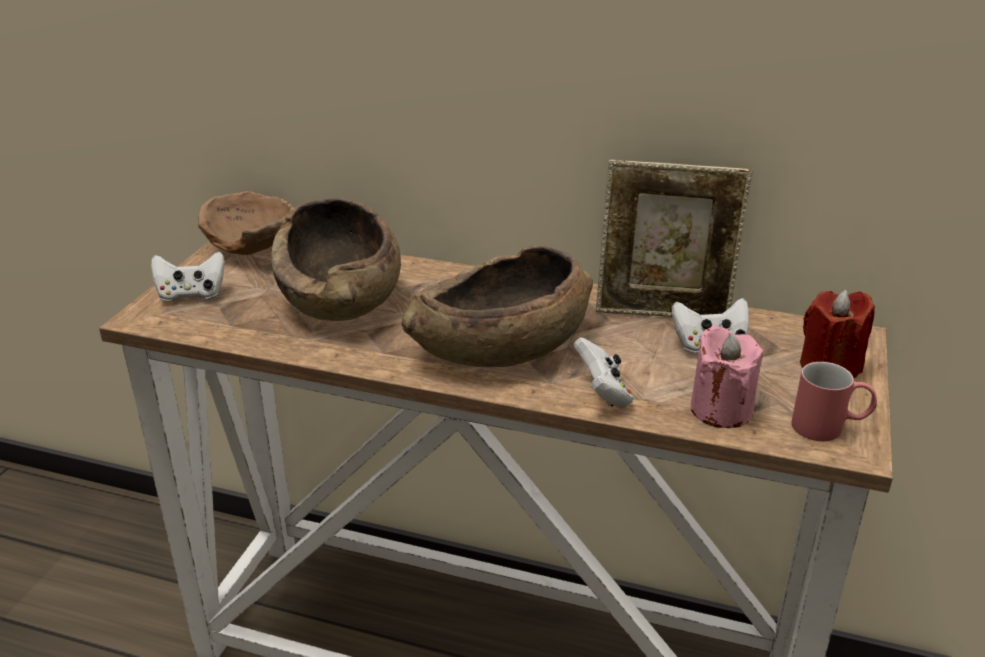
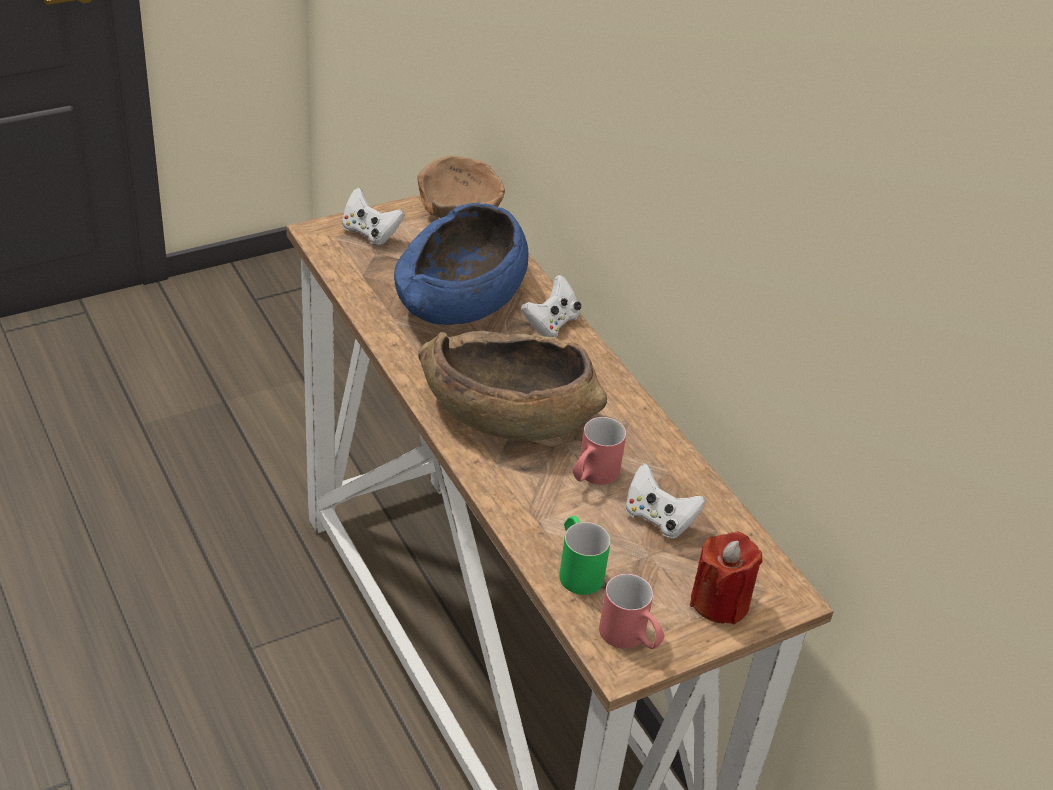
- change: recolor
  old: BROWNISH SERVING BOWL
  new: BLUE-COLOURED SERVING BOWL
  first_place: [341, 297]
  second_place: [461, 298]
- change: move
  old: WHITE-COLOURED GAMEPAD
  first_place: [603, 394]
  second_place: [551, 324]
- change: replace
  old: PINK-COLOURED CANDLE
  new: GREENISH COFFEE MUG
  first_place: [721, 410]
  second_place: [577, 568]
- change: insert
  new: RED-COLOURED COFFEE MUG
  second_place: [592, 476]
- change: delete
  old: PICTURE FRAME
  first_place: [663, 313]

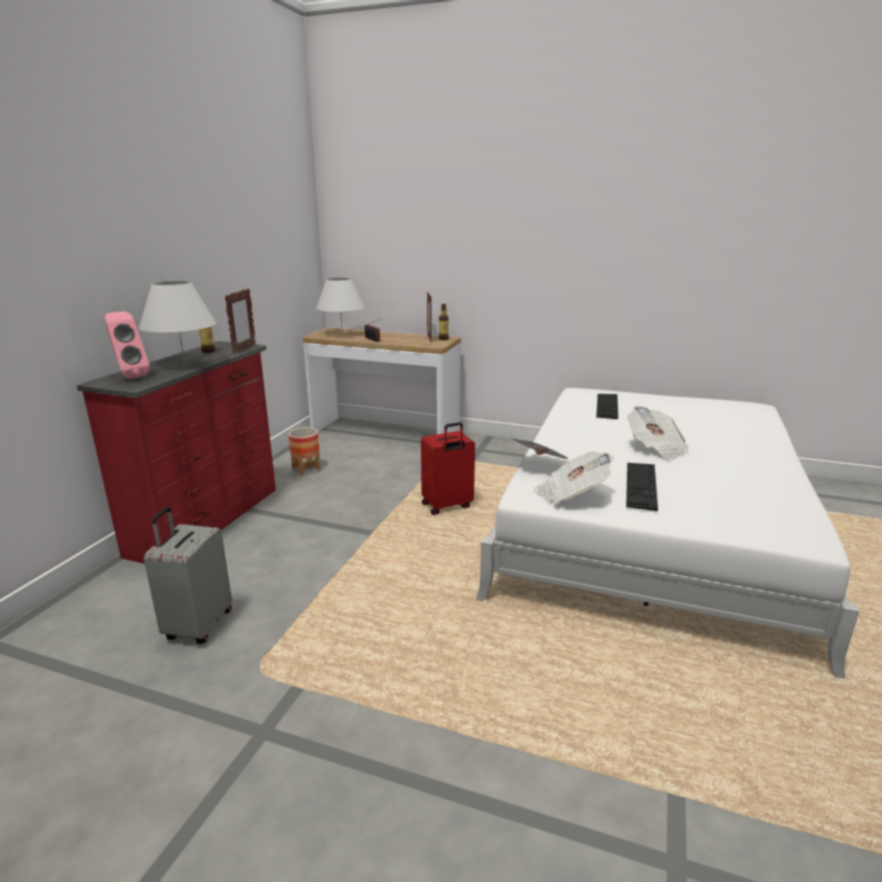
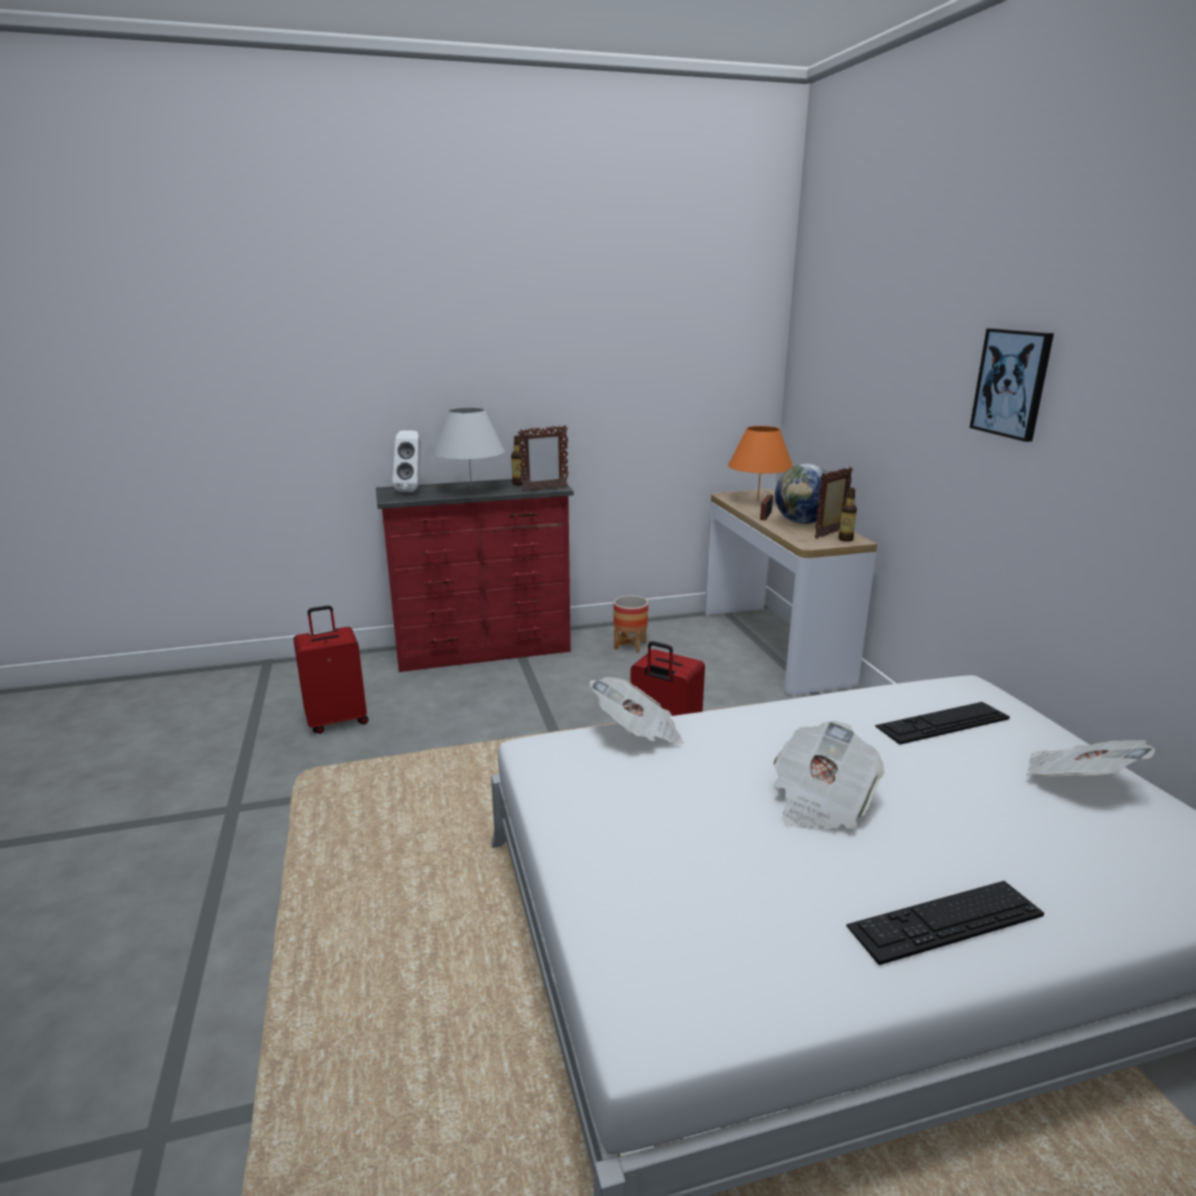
- change: recolor
  old: GRAY TRAVEL CASE
  new: RED-COLOURED TRAVEL CASE
  first_place: [198, 626]
  second_place: [337, 720]
- change: recolor
  old: PINK-COLOURED AUDIO SPEAKER
  new: WHITE-COLOURED AUDIO SPEAKER
  first_place: [129, 377]
  second_place: [412, 490]
- change: recolor
  old: WHITE-COLOURED TABLETOP LAMP
  new: ORANGEY TABLETOP LAMP
  first_place: [342, 334]
  second_place: [758, 500]
- change: insert
  new: DESK GLOBE
  second_place: [802, 522]
- change: move
  old: KEYBOARD
  first_place: [641, 485]
  second_place: [945, 920]
- change: insert
  new: PICTURE
  second_place: [1012, 383]
- change: move
  old: PRINTED PAPER
  first_place: [571, 494]
  second_place: [1077, 781]

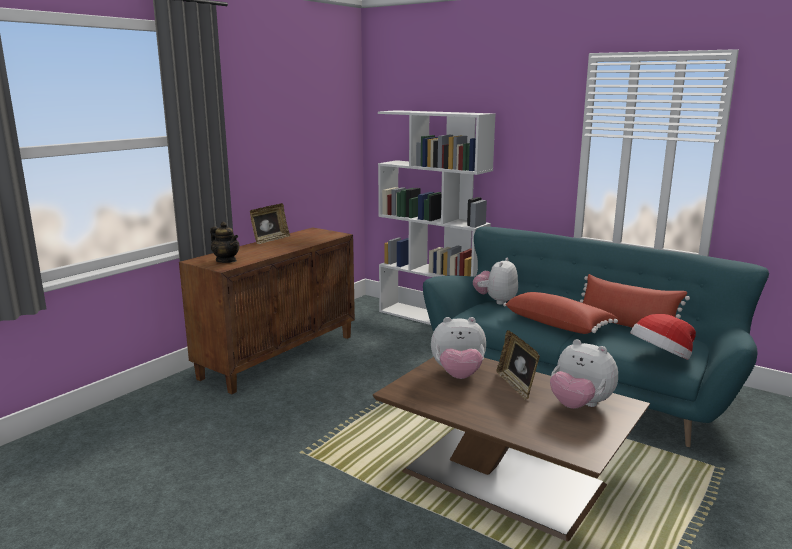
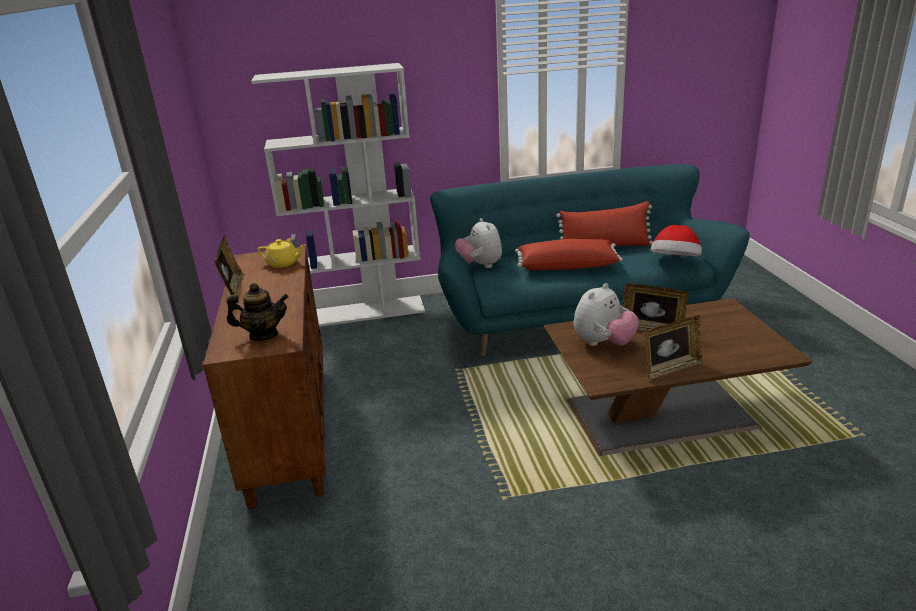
- change: insert
  new: YELLOWISH TEAPOT
  second_place: [283, 263]
- change: insert
  new: PICTURE FRAME
  second_place: [670, 368]
- change: delete
  old: CUDDLY TOY
  first_place: [580, 405]

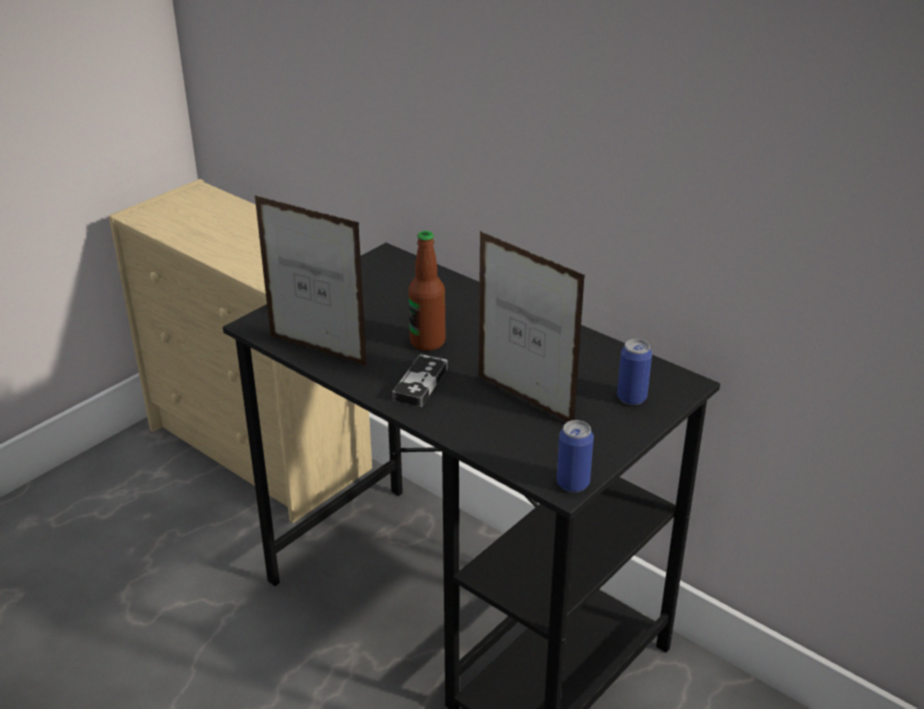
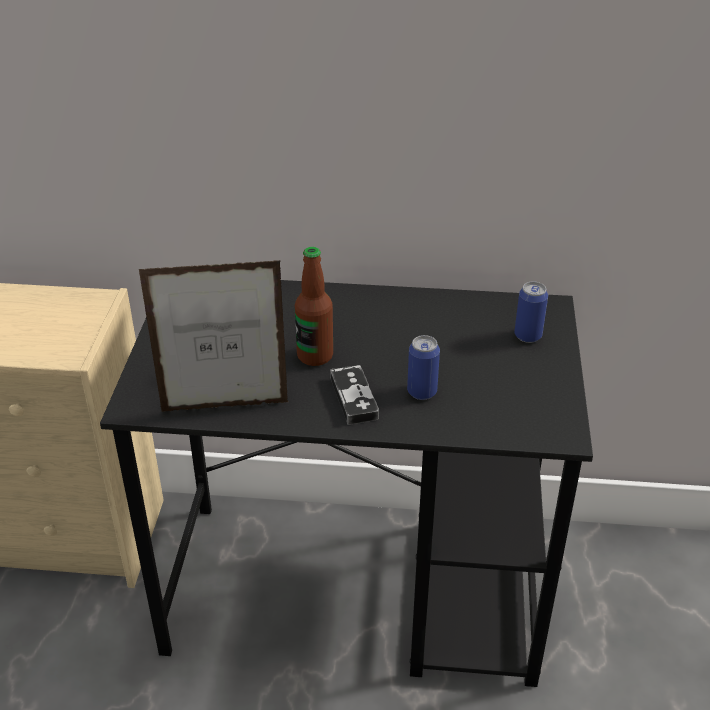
- change: move
  old: CAN
  first_place: [573, 483]
  second_place: [422, 392]
- change: delete
  old: PICTURE FRAME
  first_place: [525, 400]

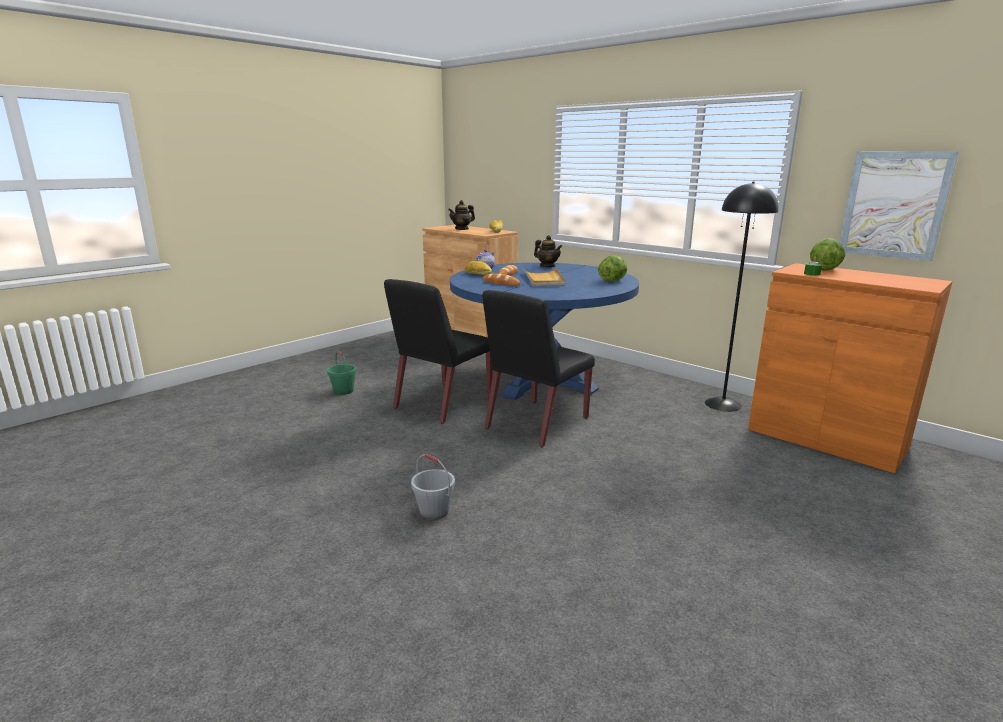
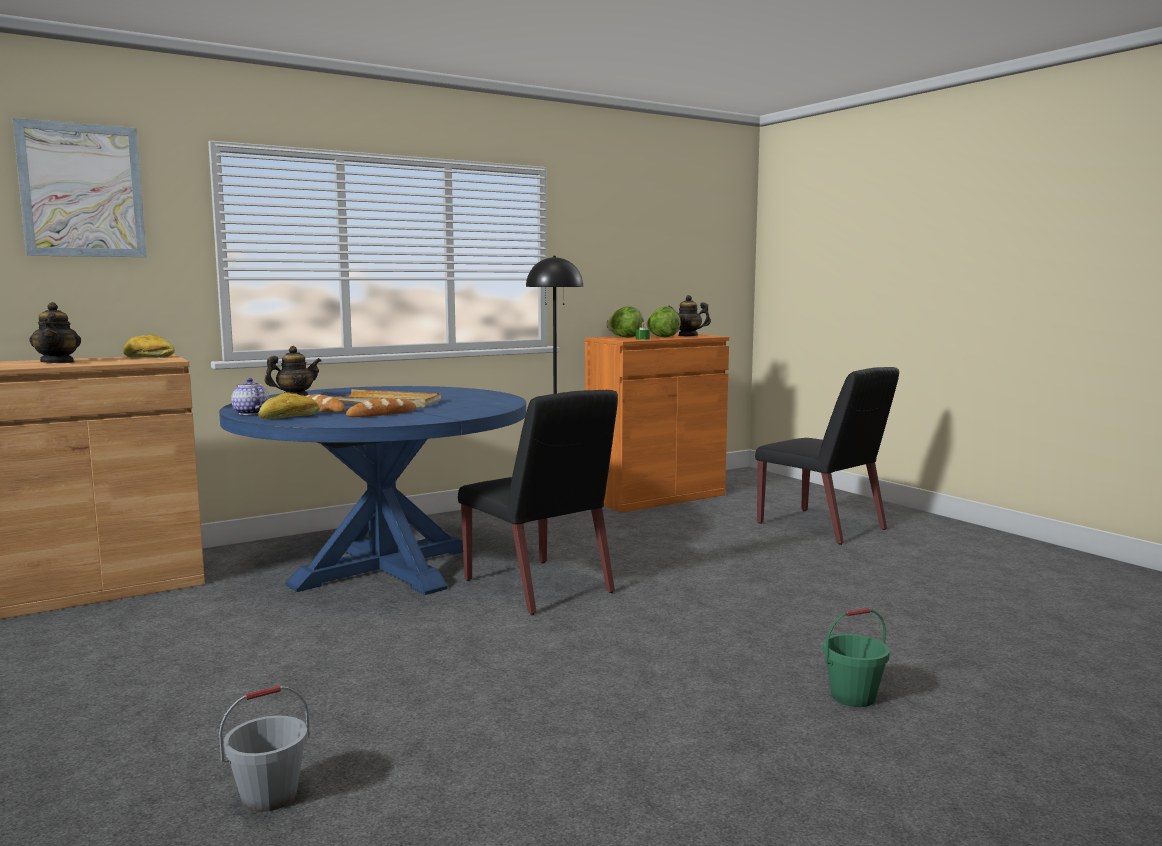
- change: move
  old: PICTURE
  first_place: [894, 205]
  second_place: [82, 190]
- change: move
  old: GRAY WATER BUCKET
  first_place: [434, 511]
  second_place: [269, 796]
- change: move
  old: HEAD OF LETTUCE
  first_place: [612, 281]
  second_place: [662, 337]
- change: insert
  new: TEAPOT
  second_place: [688, 335]
- change: move
  old: BLACKISH UPRIGHT CHAIR
  first_place: [442, 403]
  second_place: [822, 526]
- change: move
  old: GREENISH WATER BUCKET
  first_place: [343, 391]
  second_place: [853, 697]

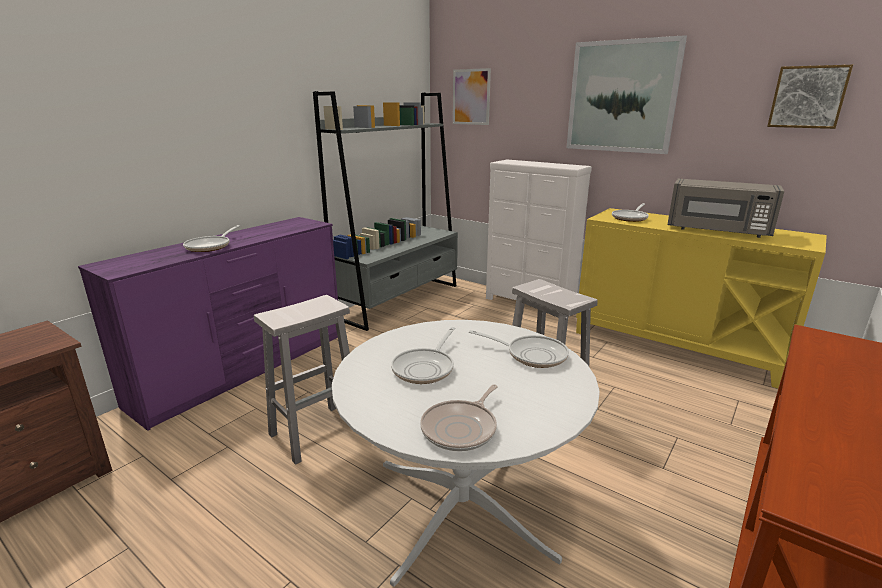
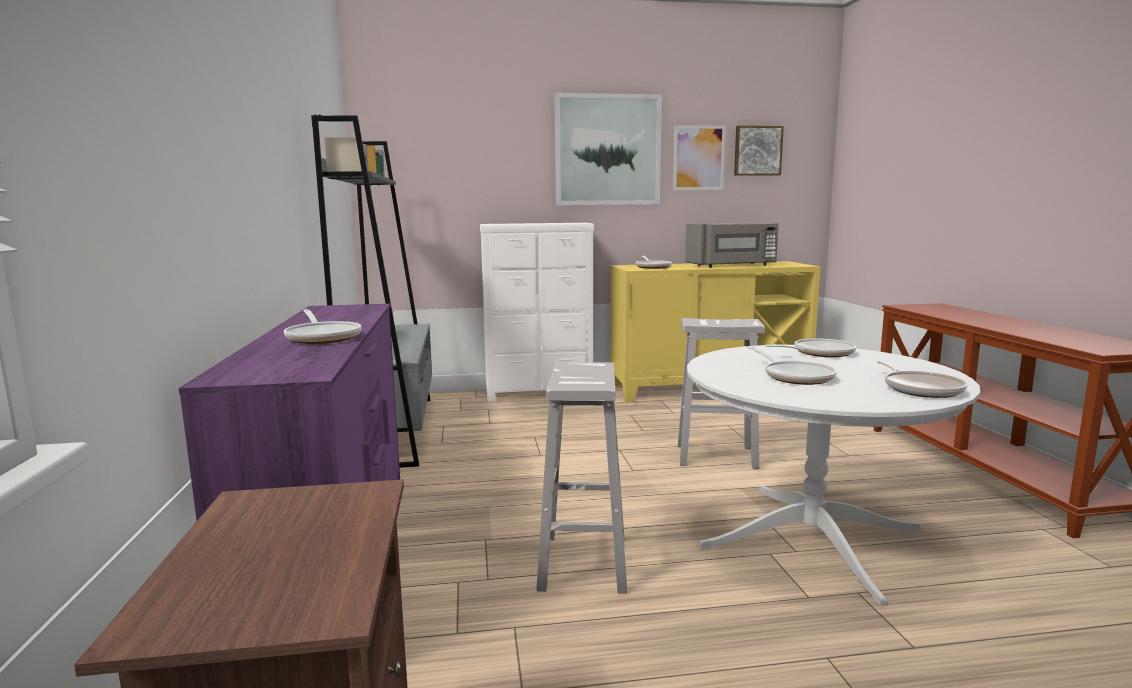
- change: move
  old: PICTURE
  first_place: [471, 97]
  second_place: [698, 158]

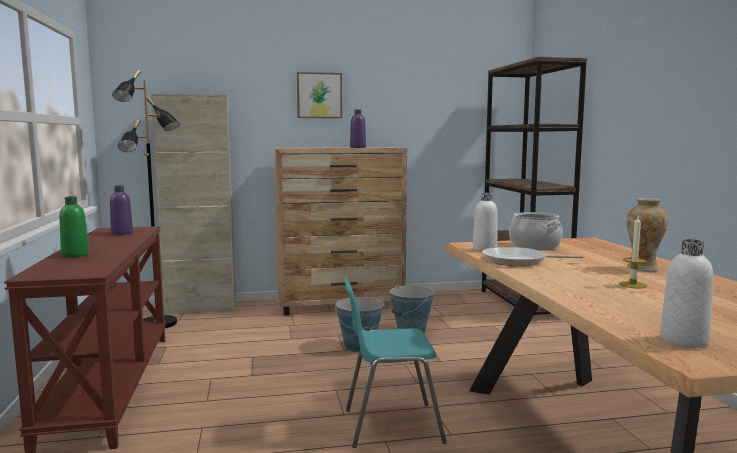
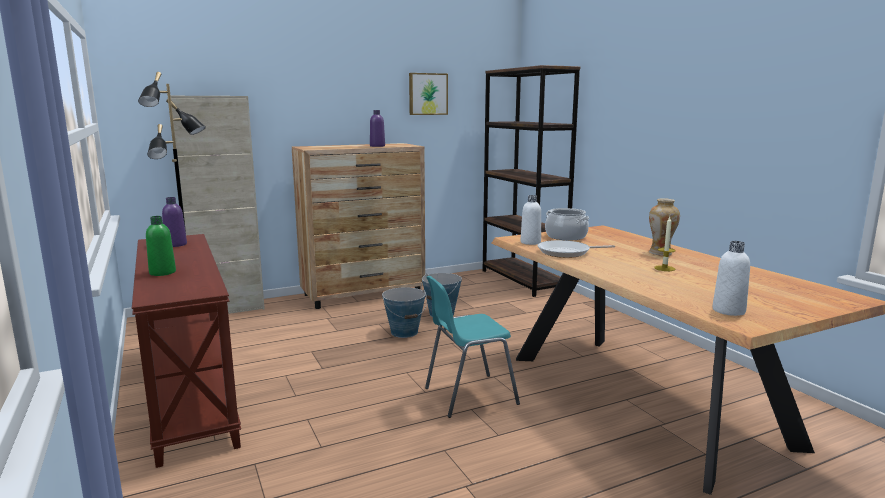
- change: move
  old: PICTURE
  first_place: [319, 95]
  second_place: [427, 94]

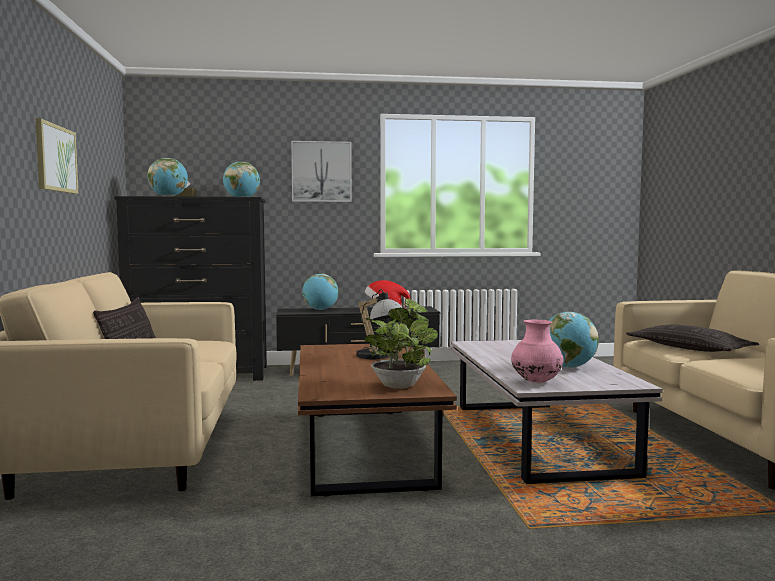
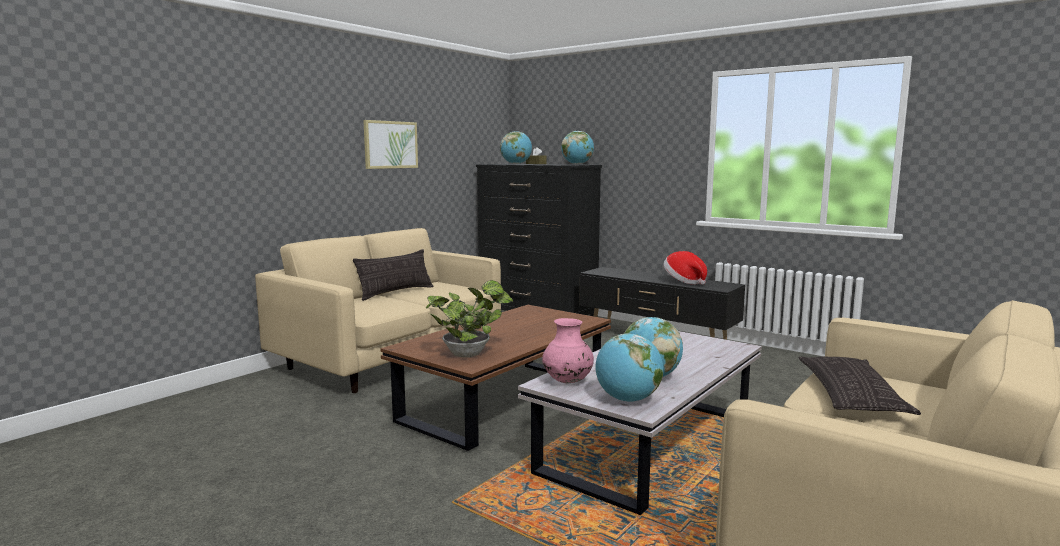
- change: move
  old: DESK GLOBE
  first_place: [320, 309]
  second_place: [628, 400]
- change: delete
  old: PICTURE
  first_place: [321, 171]
- change: delete
  old: TABLETOP LAMP
  first_place: [379, 357]

